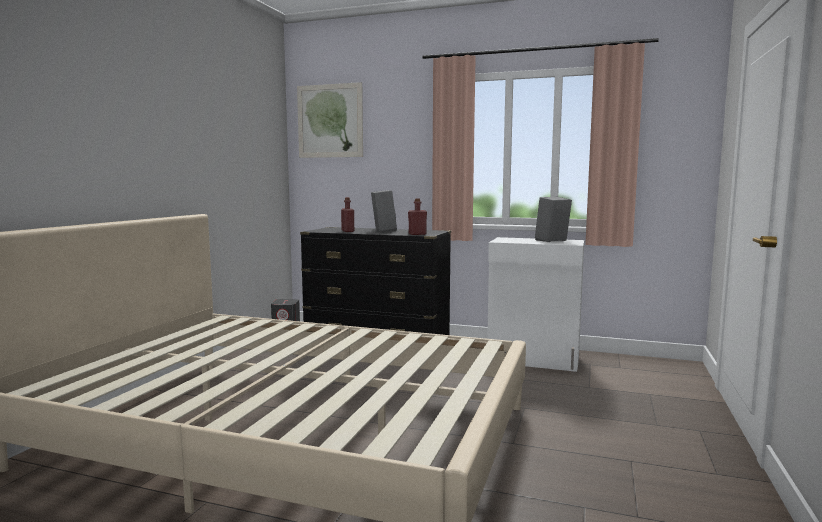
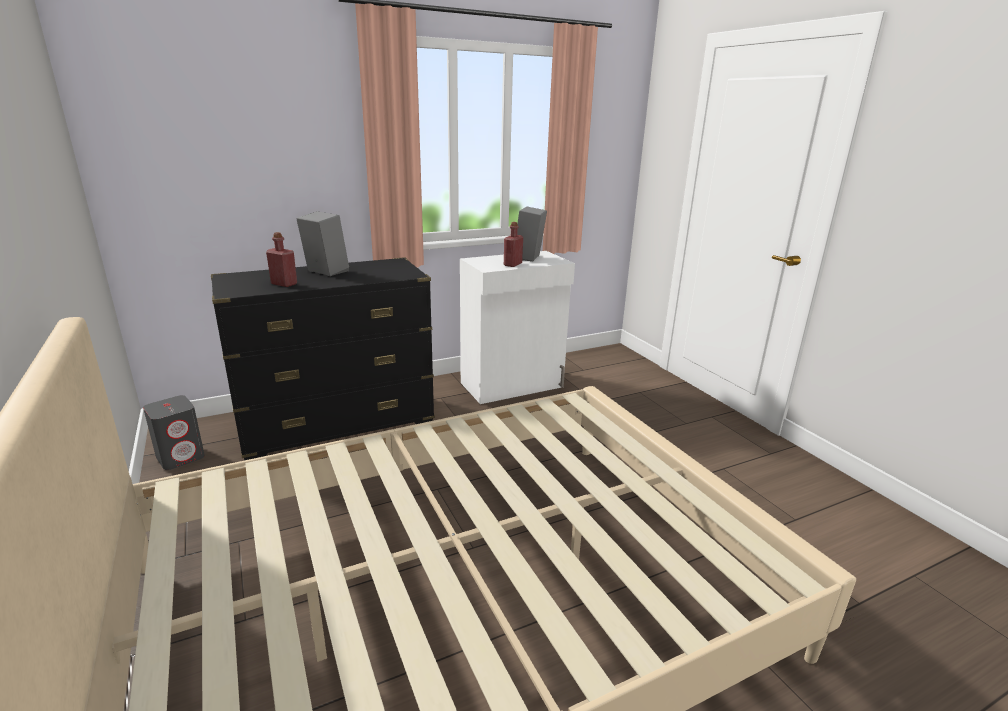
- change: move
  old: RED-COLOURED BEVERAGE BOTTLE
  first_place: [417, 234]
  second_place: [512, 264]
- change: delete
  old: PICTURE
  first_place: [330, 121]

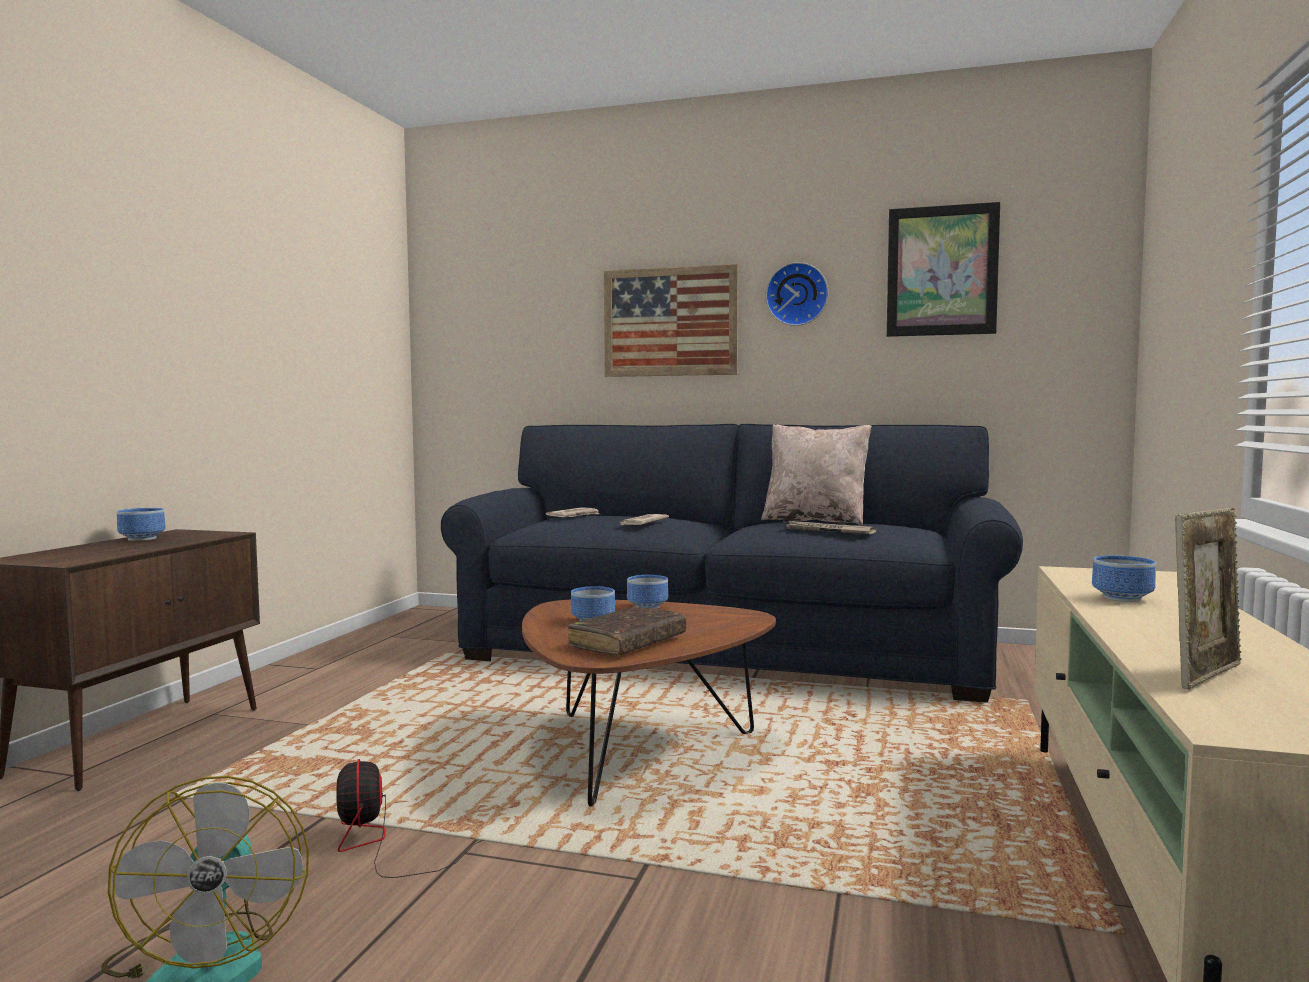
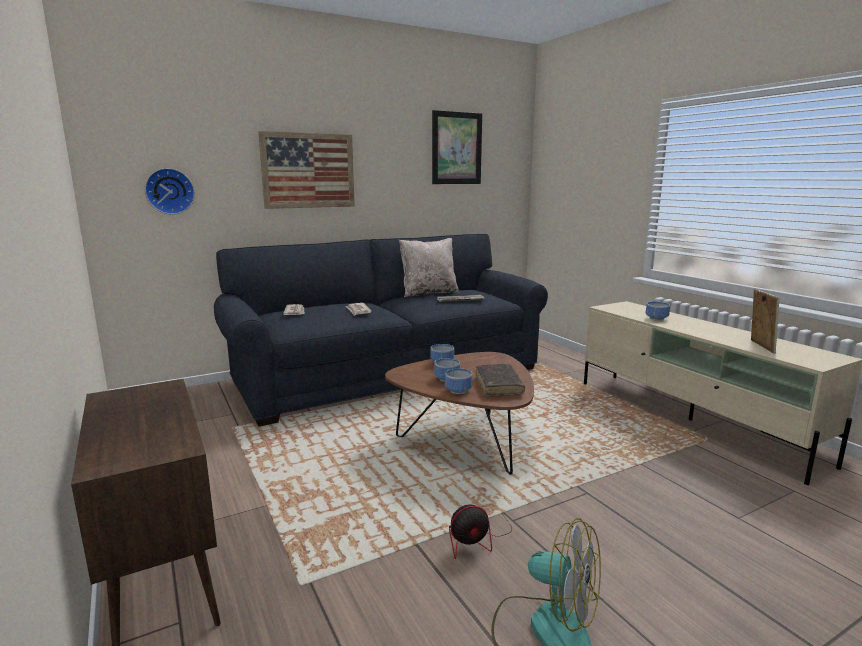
- change: move
  old: CLOCK ON THE WALL
  first_place: [797, 294]
  second_place: [169, 191]
- change: move
  old: SERVING BOWL
  first_place: [140, 538]
  second_place: [457, 391]
- change: rotate
  old: ELECTRIC FAN
  first_place: [387, 844]
  second_place: [476, 536]
  degrees: -45

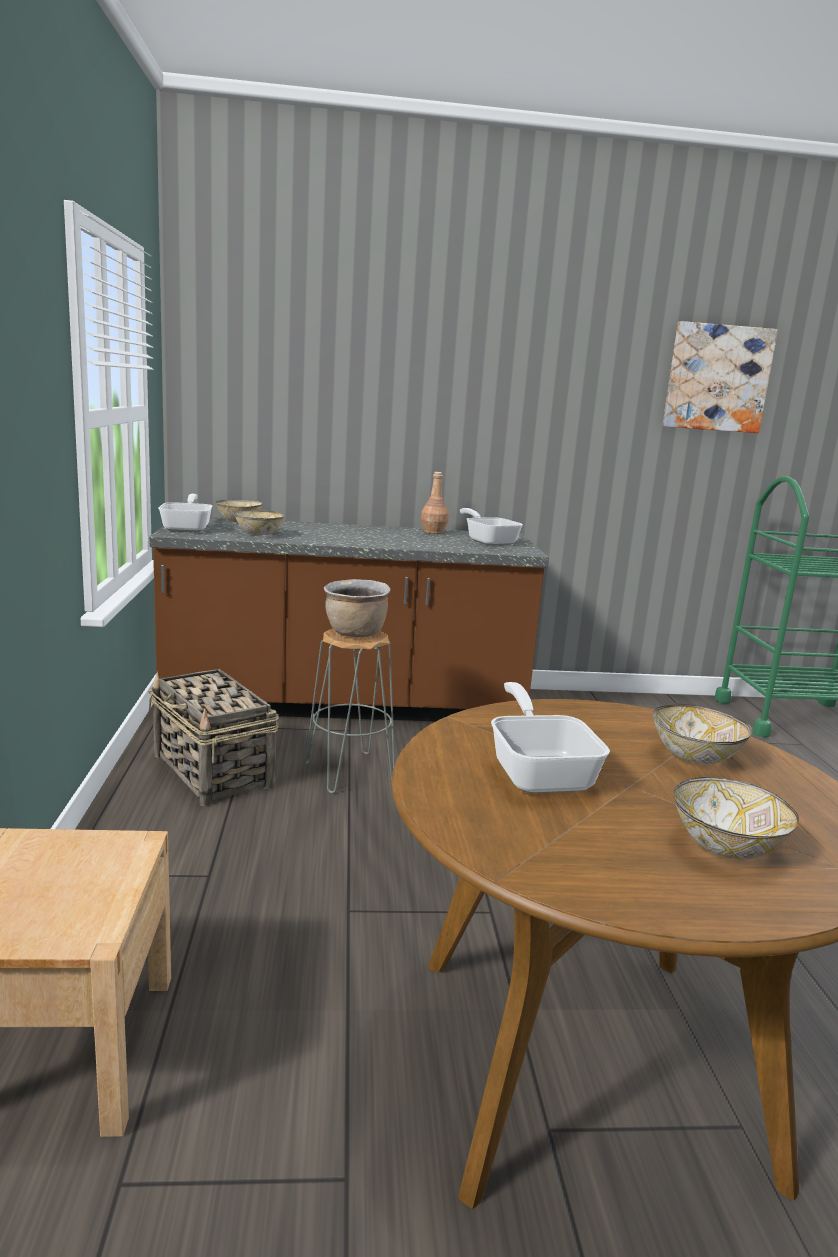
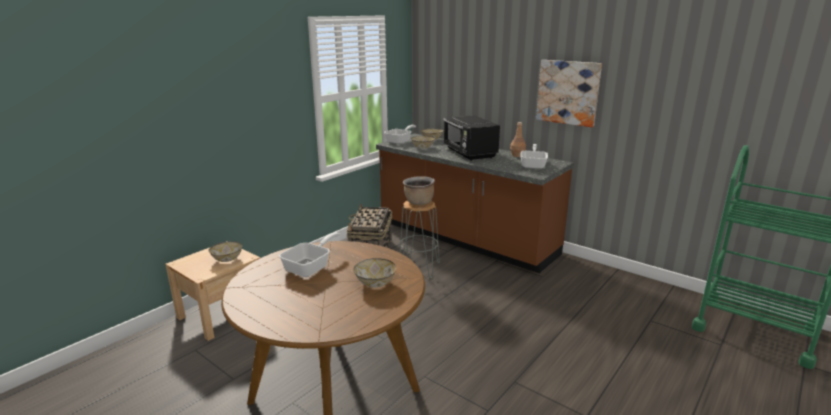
- change: move
  old: SERVING BOWL
  first_place: [724, 847]
  second_place: [227, 259]
- change: insert
  new: BLACKISH MICROWAVE OVEN
  second_place: [469, 153]
- change: move
  old: PICTURE
  first_place: [717, 378]
  second_place: [568, 92]

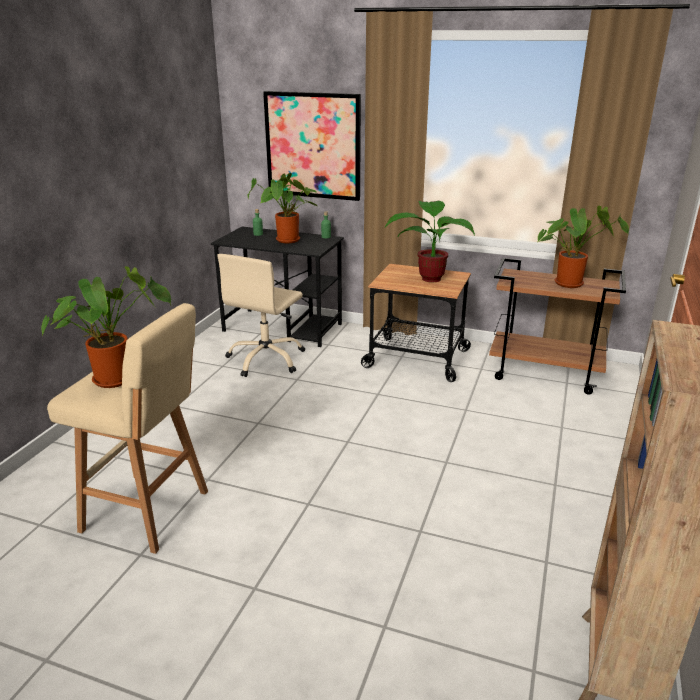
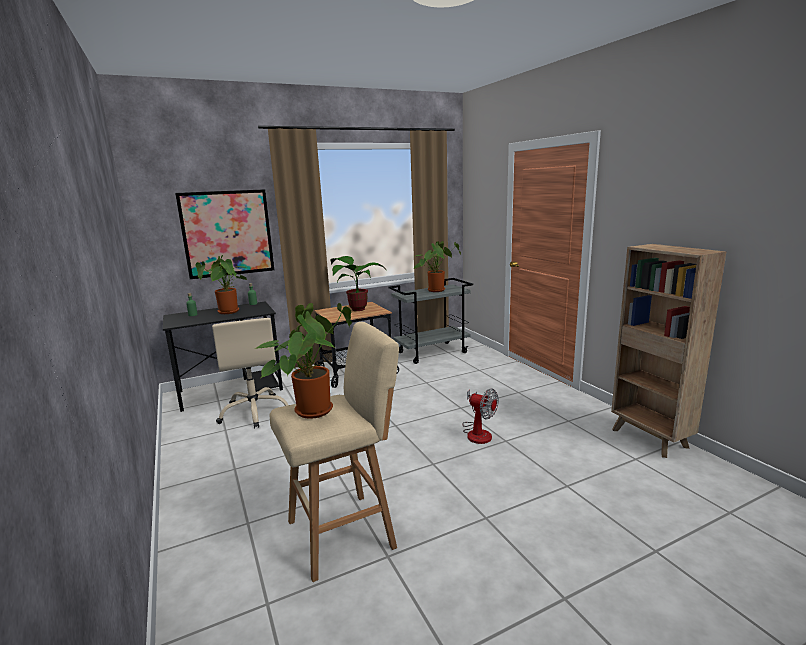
- change: recolor
  old: BROWNISH CART
  new: GRAY CART
  first_place: [545, 374]
  second_place: [432, 352]
- change: insert
  new: ELECTRIC FAN
  second_place: [477, 432]

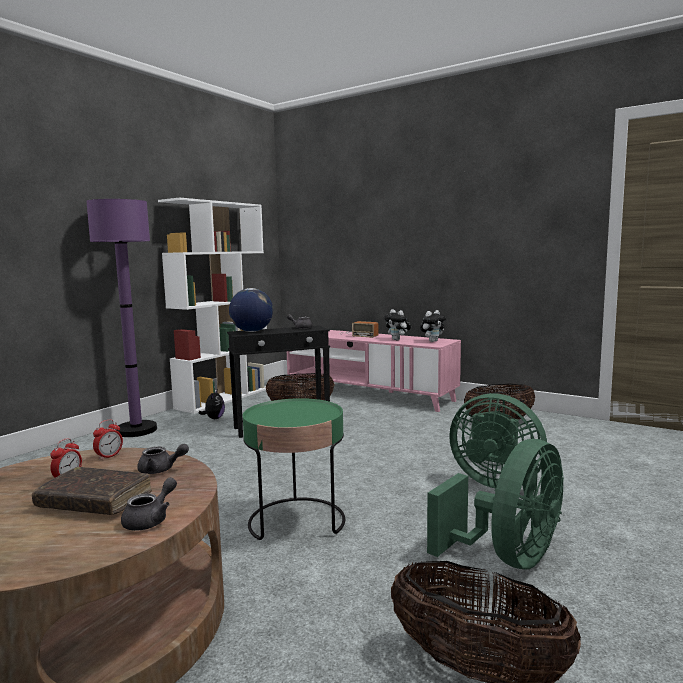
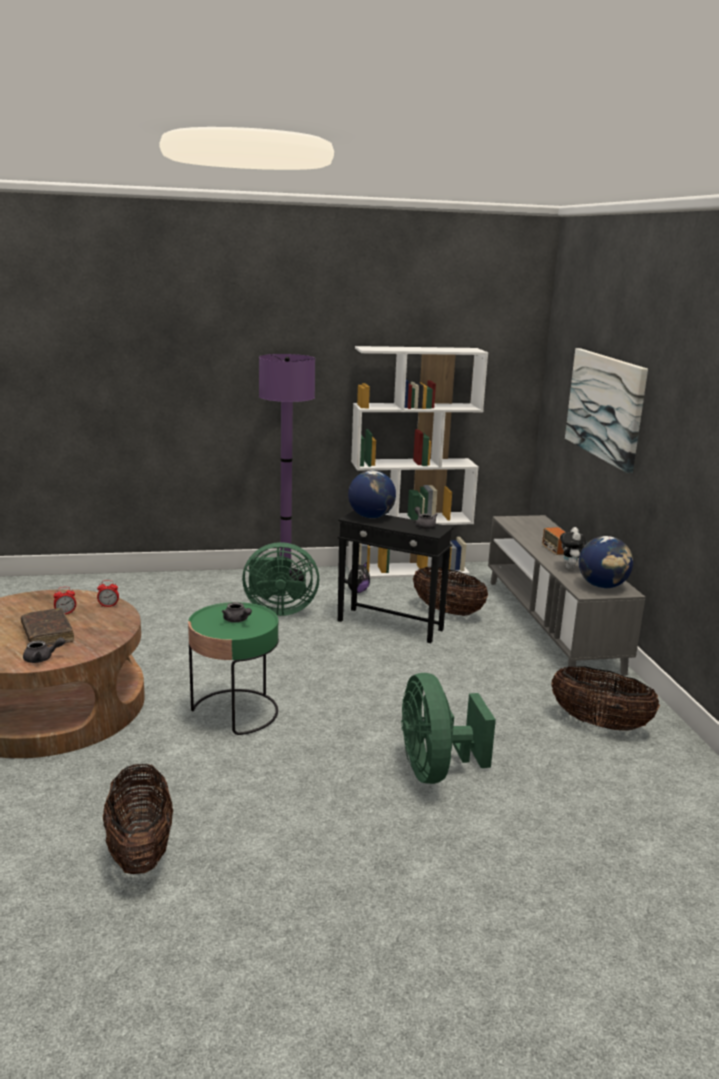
- change: move
  old: GRAY TEAPOT
  first_place: [161, 470]
  second_place: [237, 620]
- change: move
  old: GREENISH ELECTRIC FAN
  first_place: [509, 557]
  second_place: [278, 610]
- change: recolor
  old: PINK-COLOURED TV UNIT
  new: GRAY TV UNIT
  first_place: [369, 394]
  second_place: [551, 623]
- change: insert
  new: PICTURE
  second_place: [605, 407]
- change: replace
  old: CUDDLY TOY
  new: DESK GLOBE
  first_place: [432, 341]
  second_place: [602, 586]

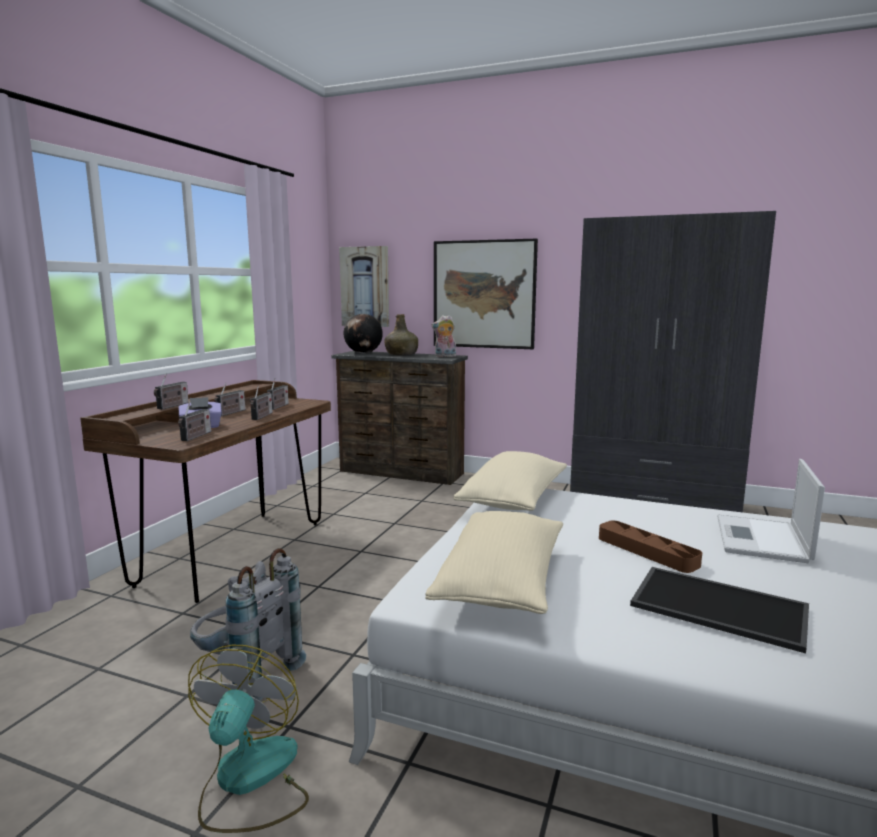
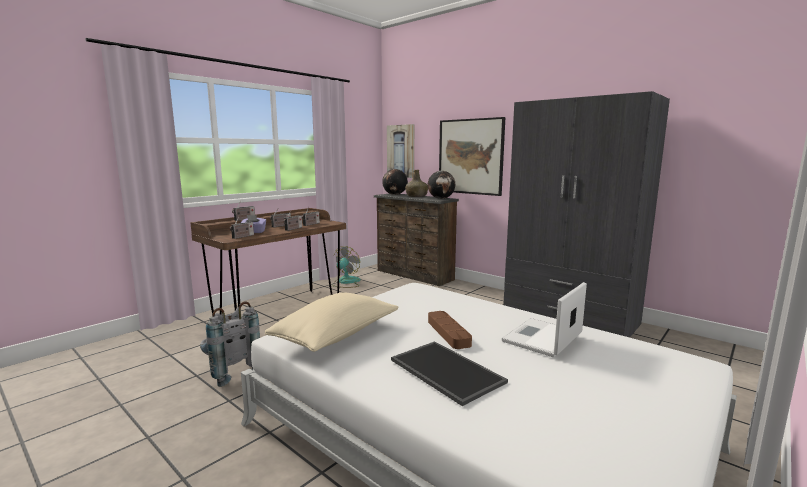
- change: move
  old: ELECTRIC FAN
  first_place: [249, 781]
  second_place: [346, 282]
- change: replace
  old: CUDDLY TOY
  new: DESK GLOBE
  first_place: [445, 356]
  second_place: [441, 198]
- change: delete
  old: BEIGE-COLOURED PILLOW
  first_place: [514, 500]

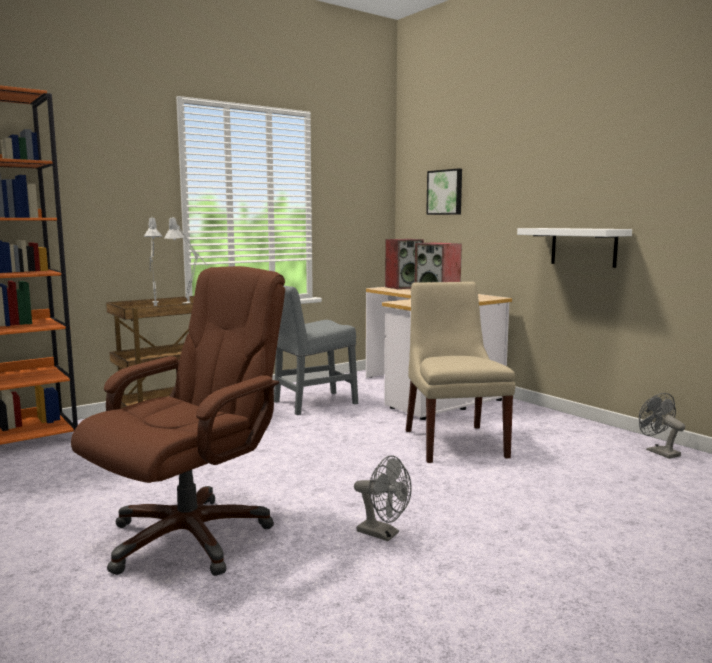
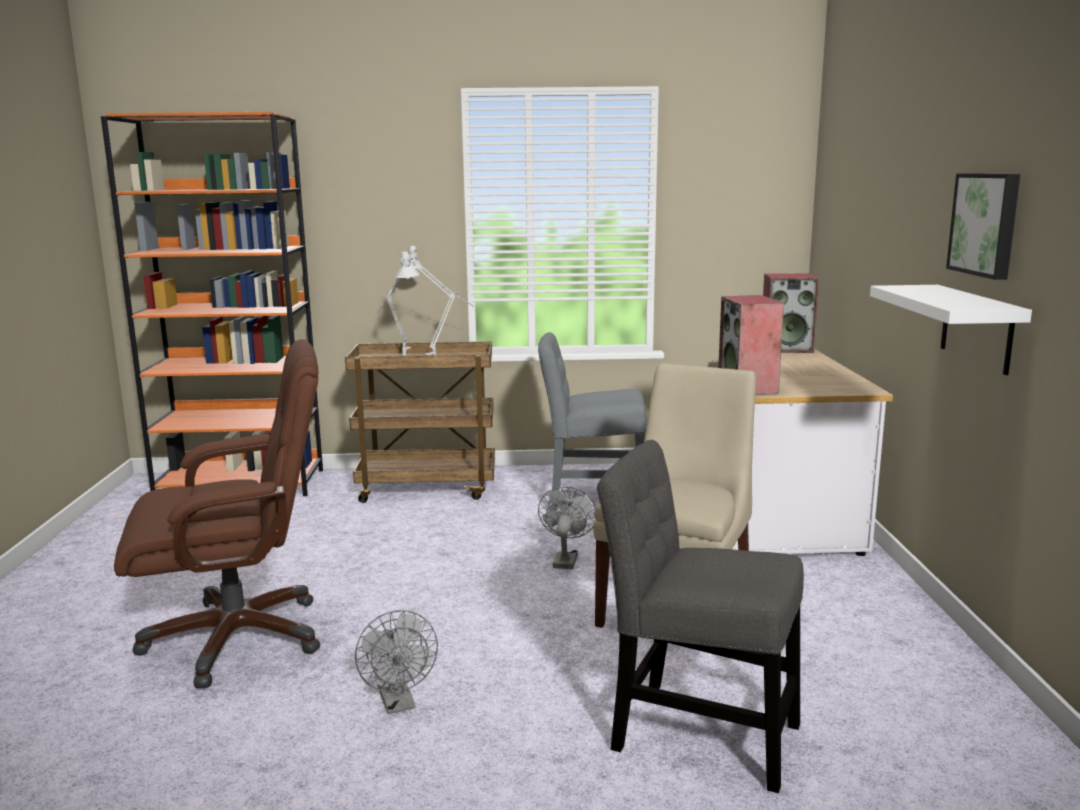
- change: move
  old: GRAY ELECTRIC FAN
  first_place: [658, 452]
  second_place: [565, 559]
- change: insert
  new: GRAY UPRIGHT CHAIR
  second_place: [696, 732]
- change: move
  old: PICTURE
  first_place: [445, 192]
  second_place: [986, 224]

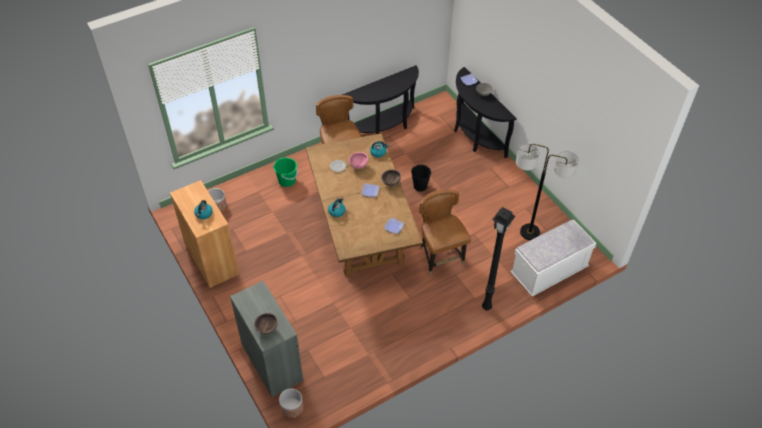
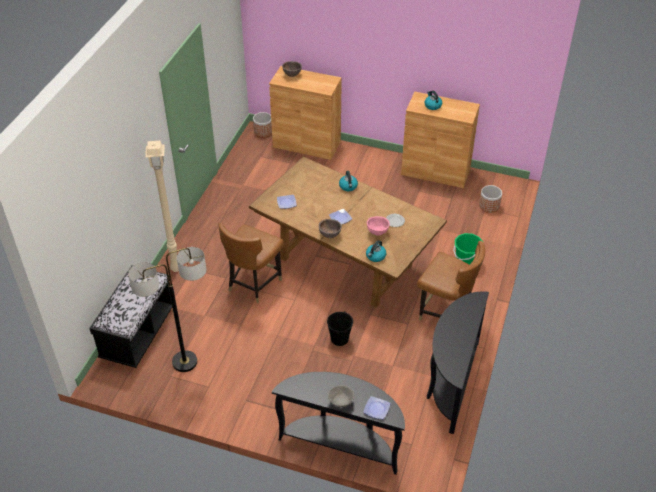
- change: recolor
  old: WHITE-COLOURED INDOOR BENCH
  new: BLACKISH INDOOR BENCH
  first_place: [549, 272]
  second_place: [137, 333]
- change: recolor
  old: BLACKISH STANDING LAMP
  new: BEIGE-COLOURED STANDING LAMP
  first_place: [486, 308]
  second_place: [175, 268]
- change: rotate
  old: BROWNISH UPRIGHT CHAIR
  first_place: [440, 257]
  second_place: [253, 284]
  degrees: 90
- change: recolor
  old: GRAY CUPBOARD
  new: BROWNISH CUPBOARD
  first_place: [272, 362]
  second_place: [306, 144]

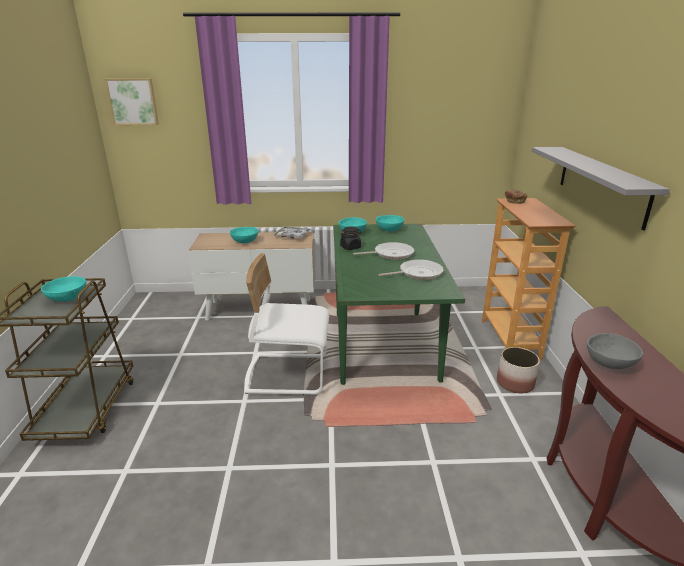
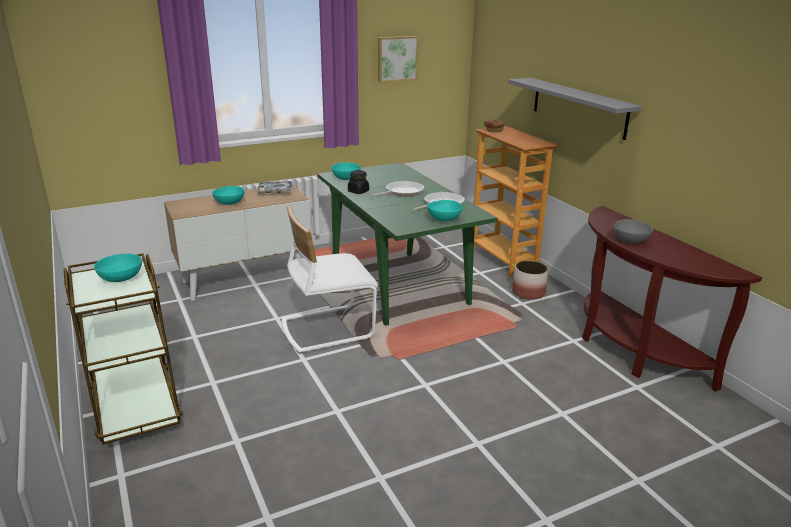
- change: move
  old: PICTURE
  first_place: [133, 101]
  second_place: [397, 58]
- change: move
  old: TURQUOISE SERVING BOWL
  first_place: [389, 230]
  second_place: [444, 219]

